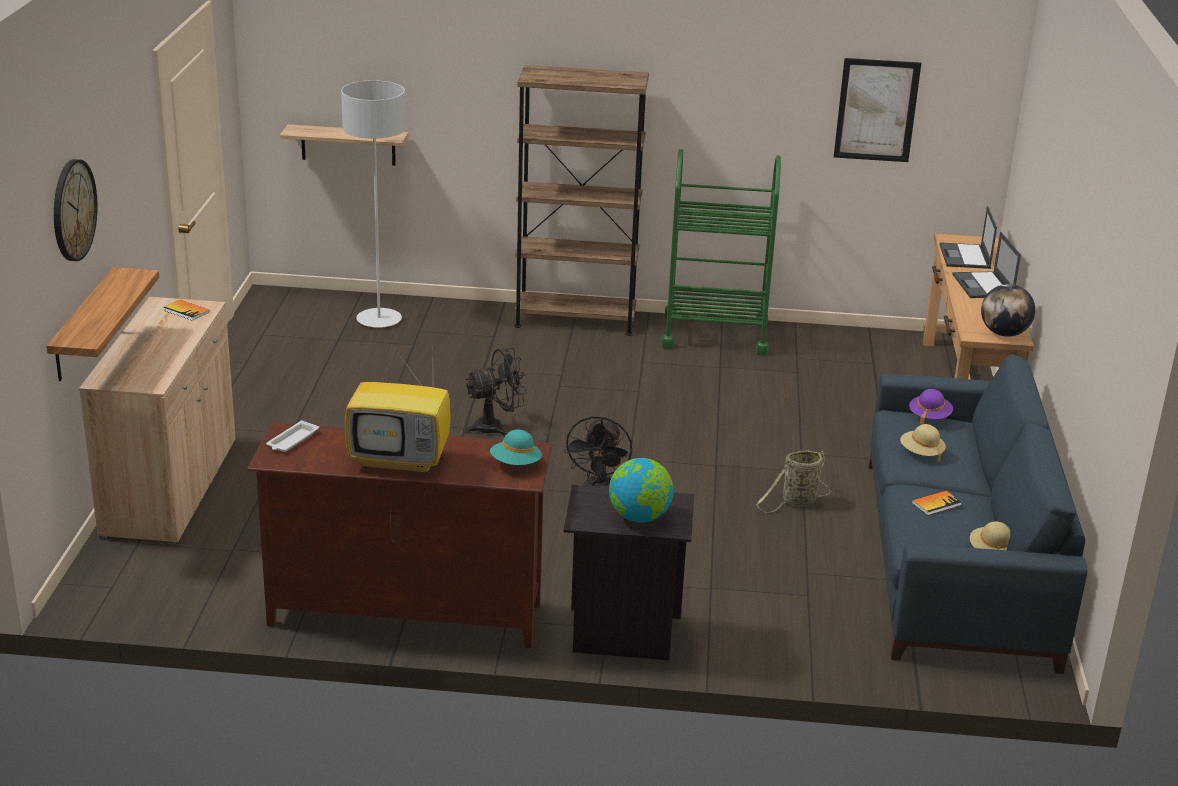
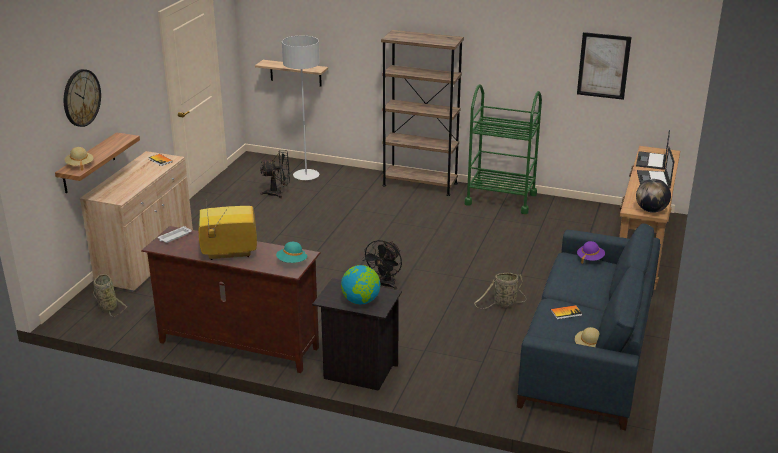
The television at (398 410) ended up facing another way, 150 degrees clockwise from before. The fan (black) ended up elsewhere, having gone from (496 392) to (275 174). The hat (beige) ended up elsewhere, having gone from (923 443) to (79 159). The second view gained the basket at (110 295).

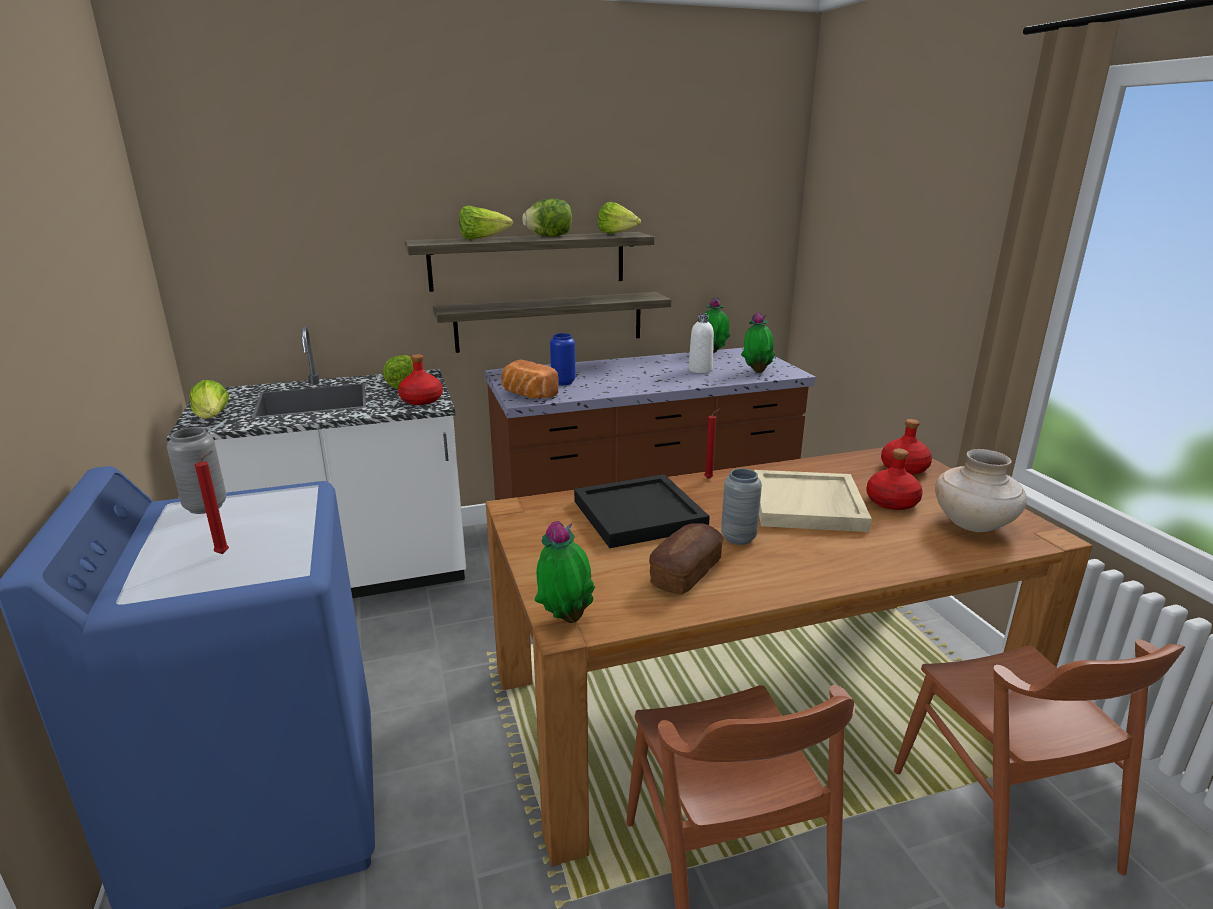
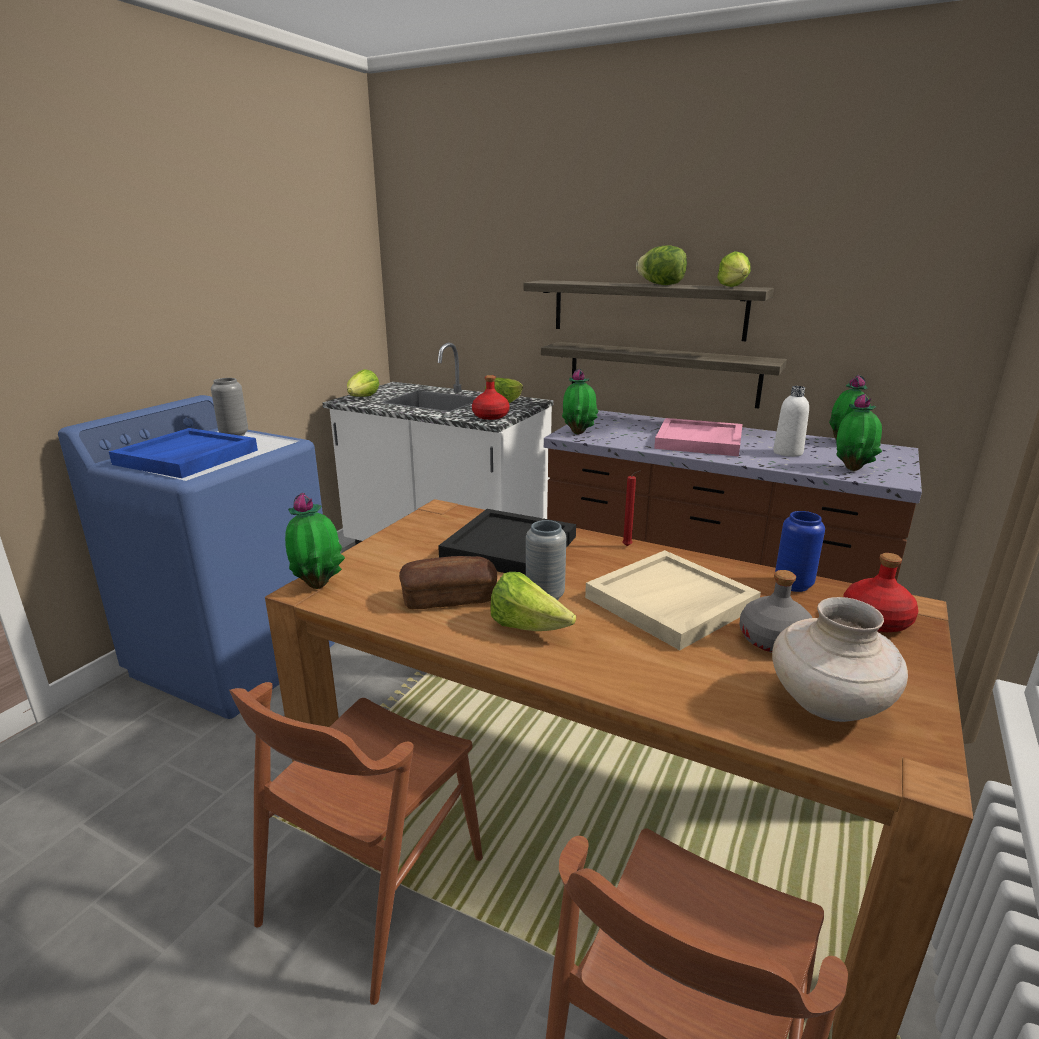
The lettuce ended up elsewhere, having gone from (486 223) to (533 601). The vase (blue) ended up elsewhere, having gone from (563 359) to (800 551). Where the bread stood at (530 379), the potted plant came to stand at (580 401). What was the bottle (red) at (894 479) turned into the bottle (grey) at (775 611). Where the candle (red) stood at (212 502), the tray (blue) came to stand at (183 453). The second view gained the tray (pink) at (698 437).

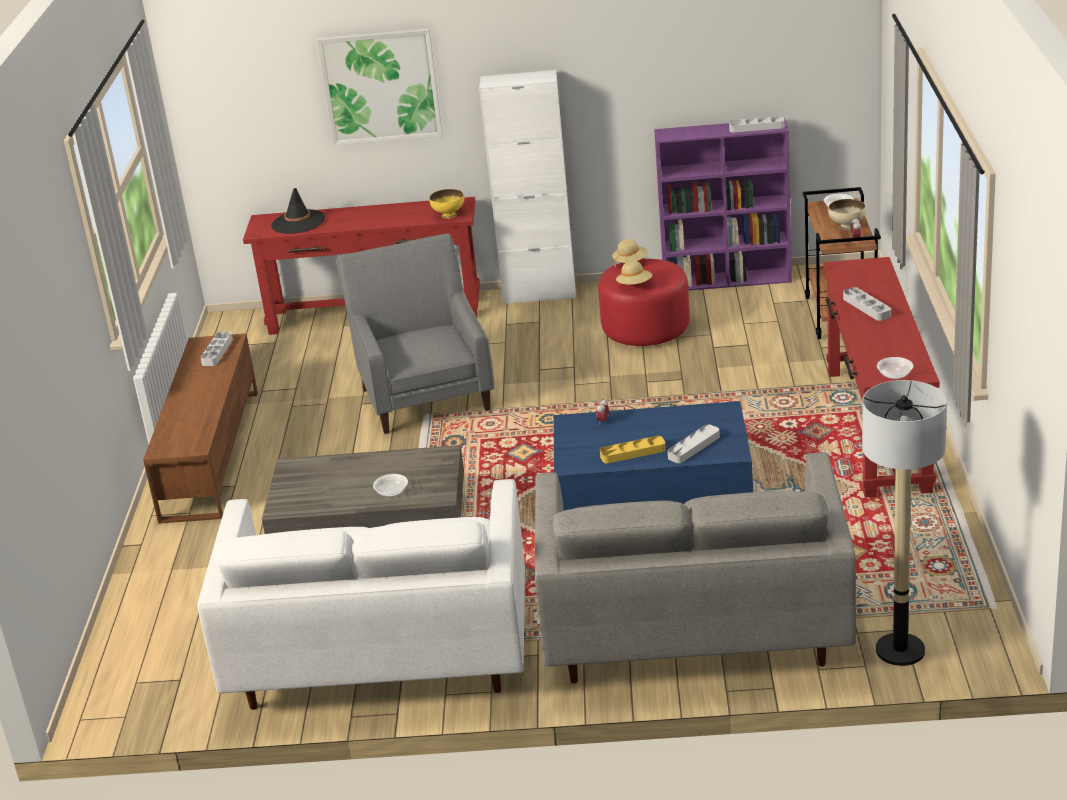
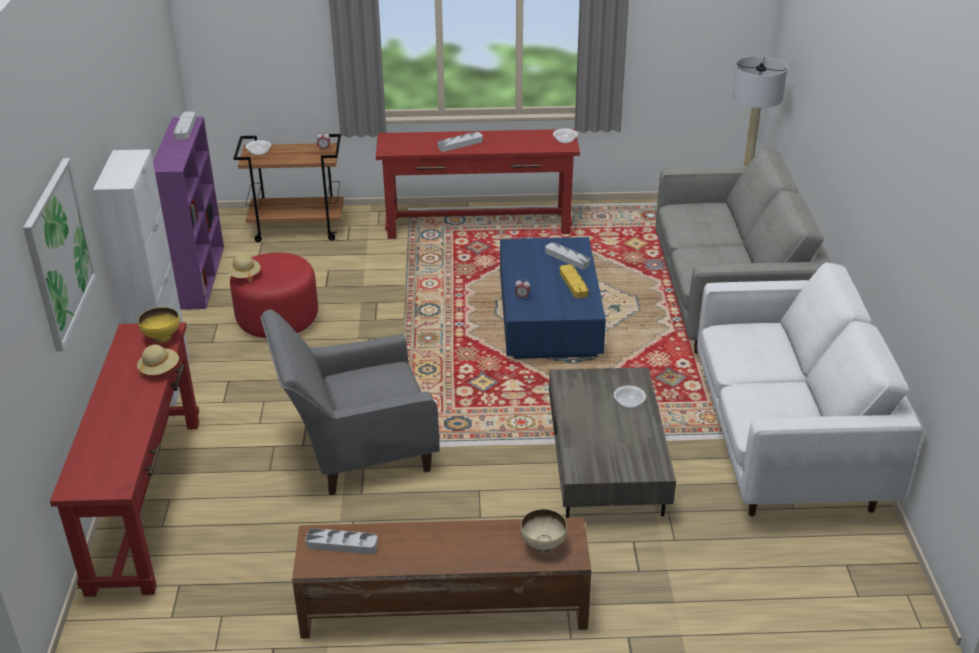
The second view lost the hat (black) at (298 211). The bowl (beige) ended up elsewhere, having gone from (847 214) to (544 531). The hat (beige) ended up elsewhere, having gone from (634 273) to (158 361).

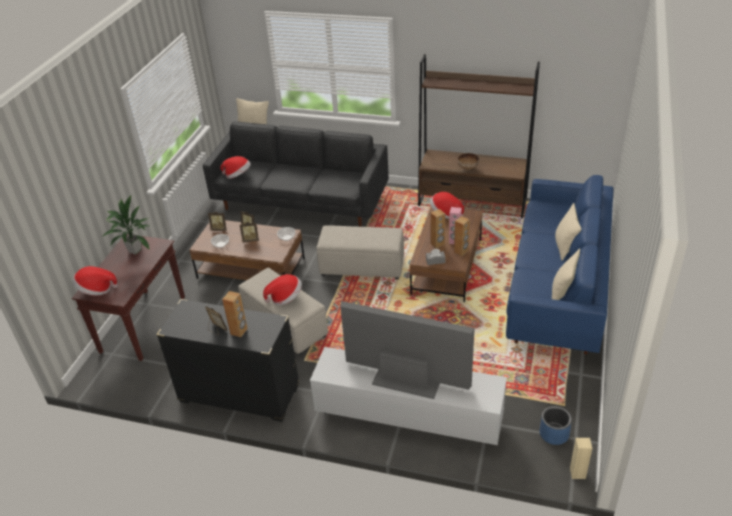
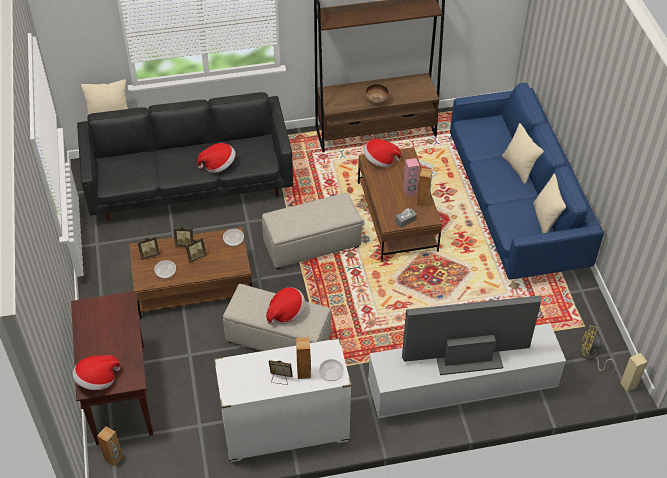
The hat ended up elsewhere, having gone from (235 167) to (216 158). The second view lost the potted plant at (126 225). The speaker (brown) ended up elsewhere, having gone from (437 228) to (110 446). What was the dresser (black) at (227 360) turned into the dresser (white) at (283 400). Where the planter (blue) stood at (556 425), the fan (yellow) came to stand at (598 349). The second view gained the bowl at (331 370).

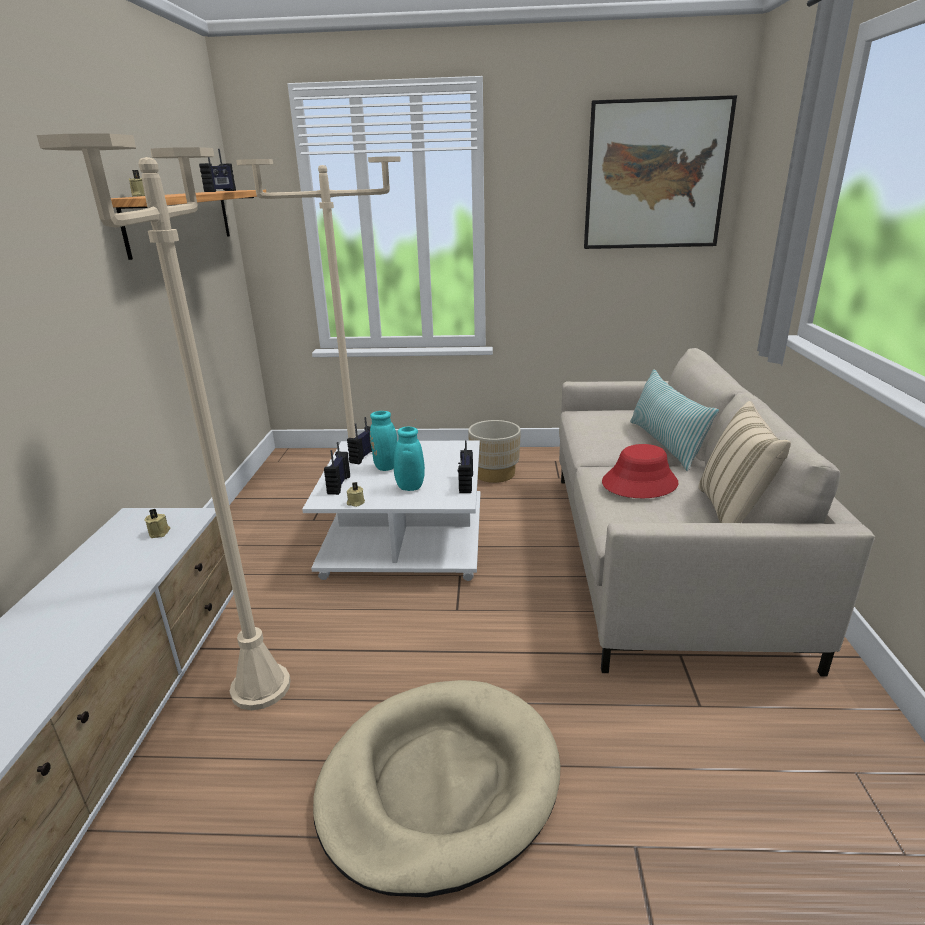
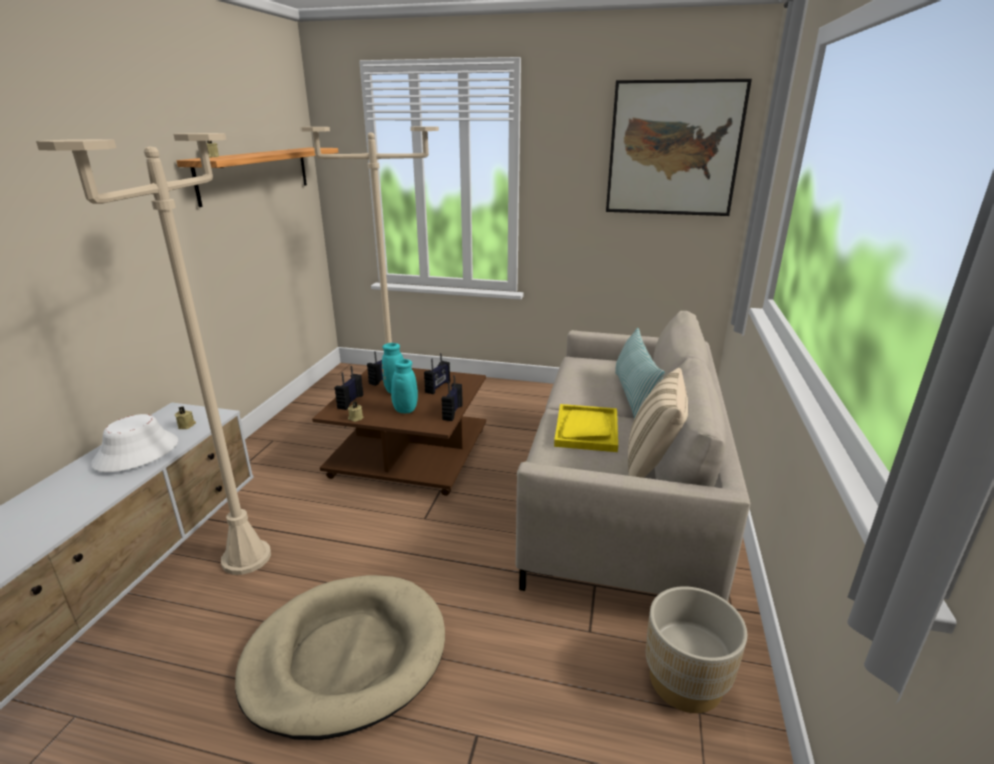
The radio ended up elsewhere, having gone from (217 170) to (437 373). The planter (beige) ended up elsewhere, having gone from (494 451) to (696 649). What was the coffee table (white) at (391 510) turned into the coffee table (brown) at (399 432). Where the hat (red) stood at (640 471), the tray (yellow) came to stand at (586 428). The second view gained the hat (white) at (134 443).

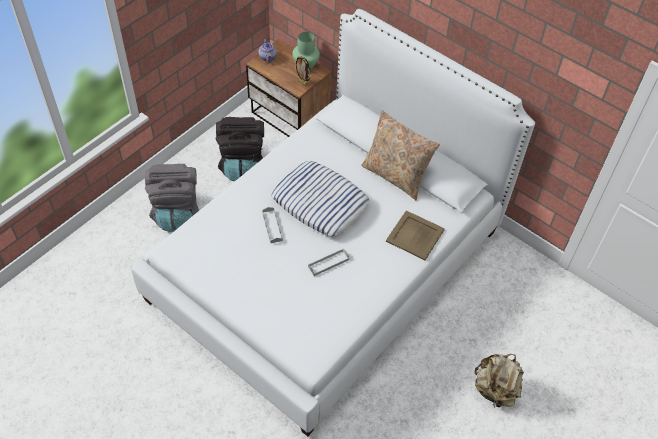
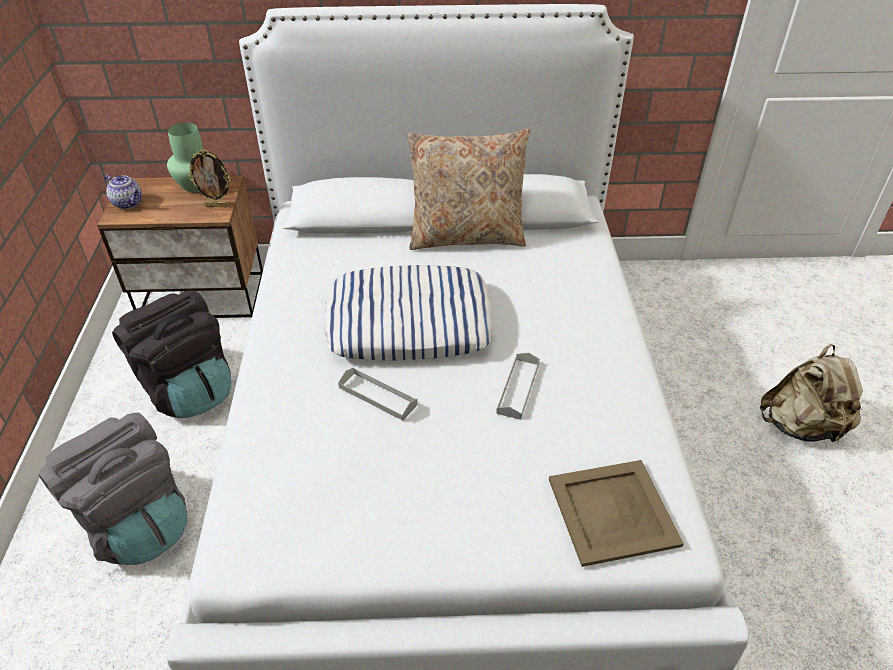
The tray (beige) ended up elsewhere, having gone from (415 235) to (616 513).

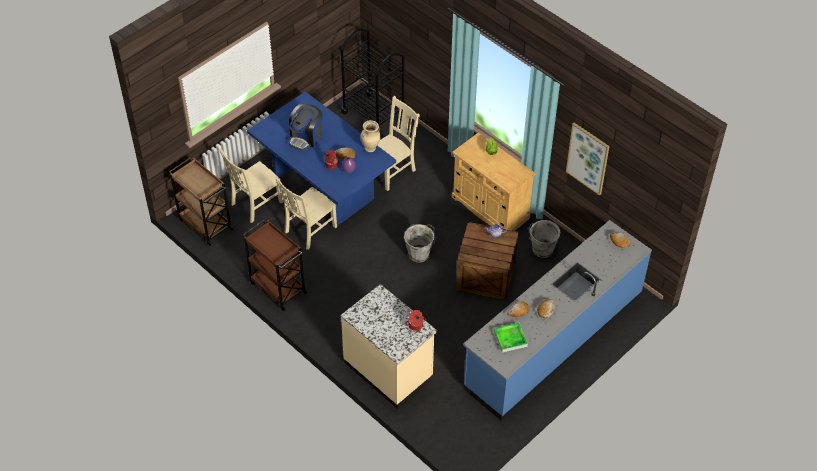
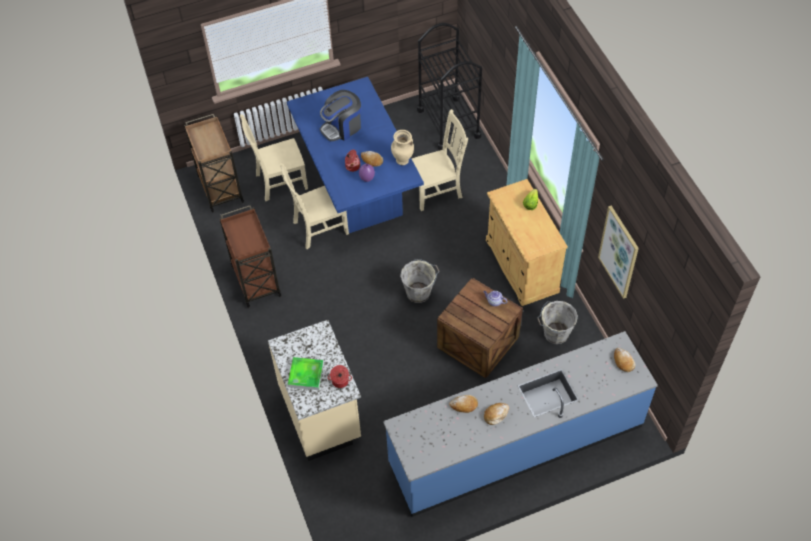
The tray ended up elsewhere, having gone from (511 338) to (306 373).

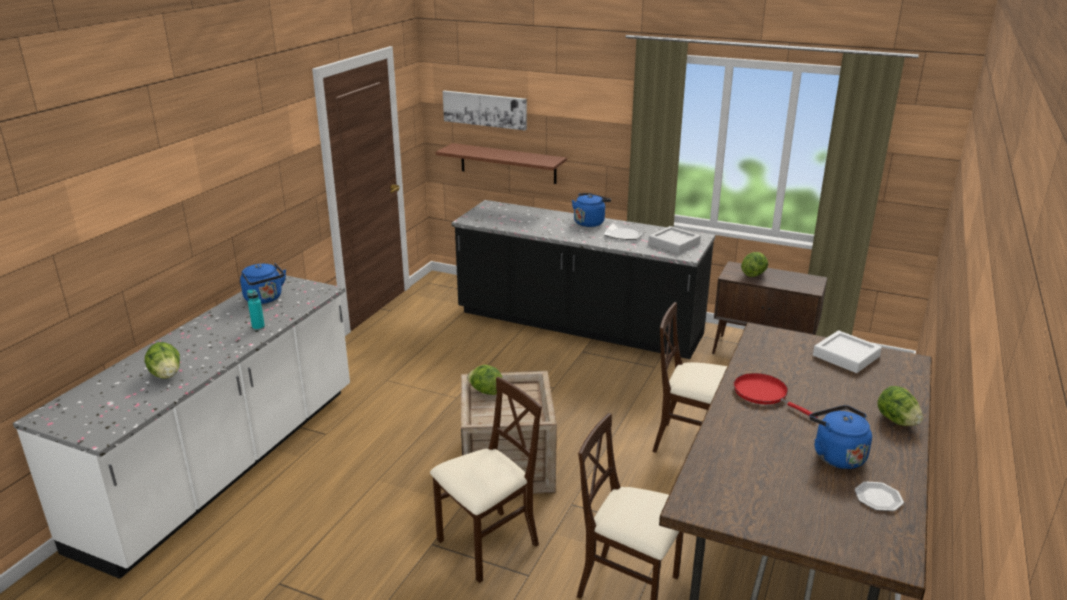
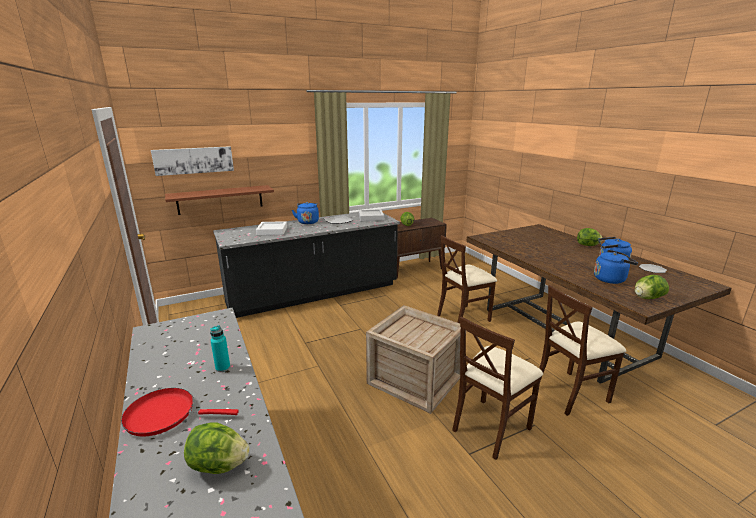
The kettle (blue) ended up elsewhere, having gone from (263 283) to (616 267). The tray (white) ended up elsewhere, having gone from (847 351) to (271 228). The lettuce ended up elsewhere, having gone from (485 380) to (652 287). The frying pan (red) ended up elsewhere, having gone from (776 395) to (180 412). The chair (beige) at (486 480) ended up facing another way, 135 degrees counterclockwise from before.

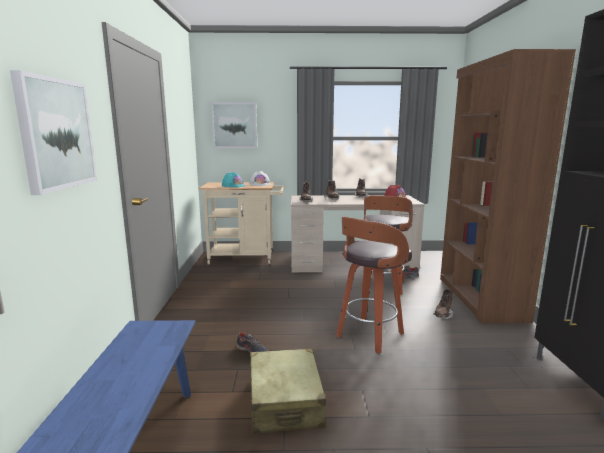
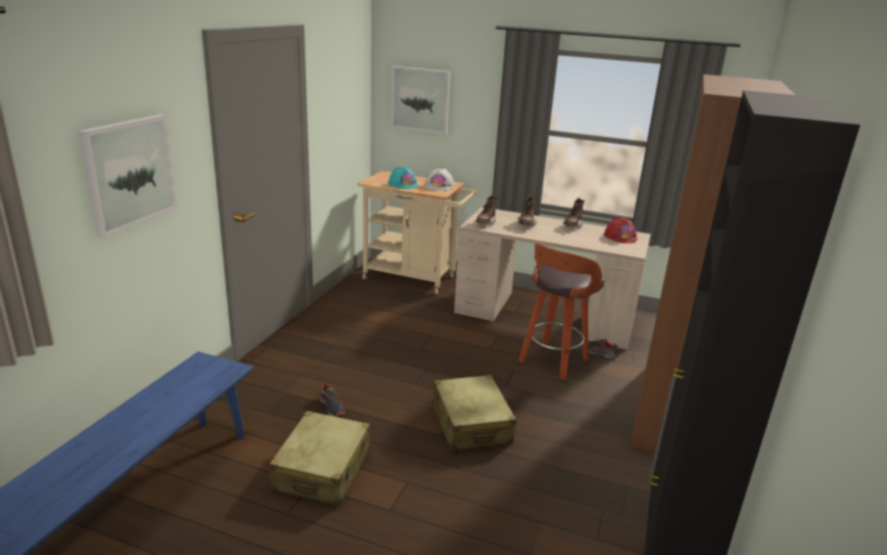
Where the stool stood at (374 285), the suitcase (beige) came to stand at (474 413). The second view lost the boot (brown) at (443 303).

